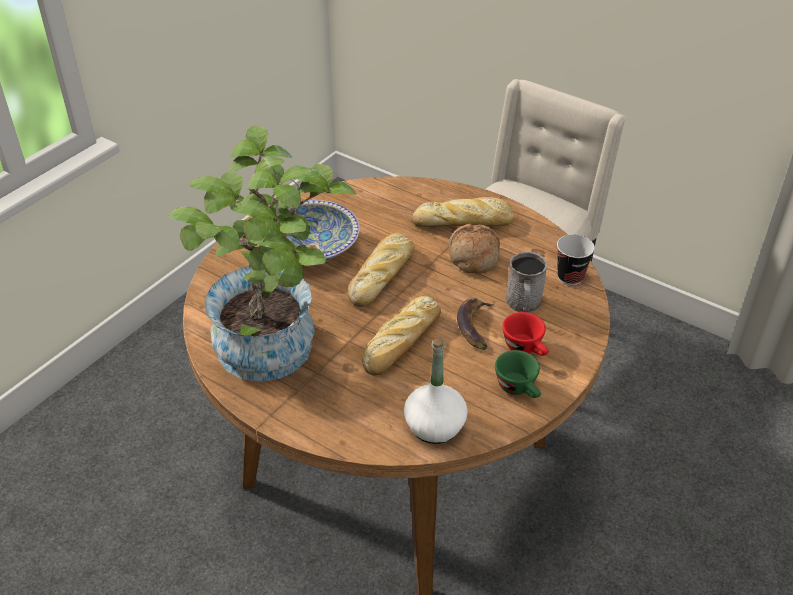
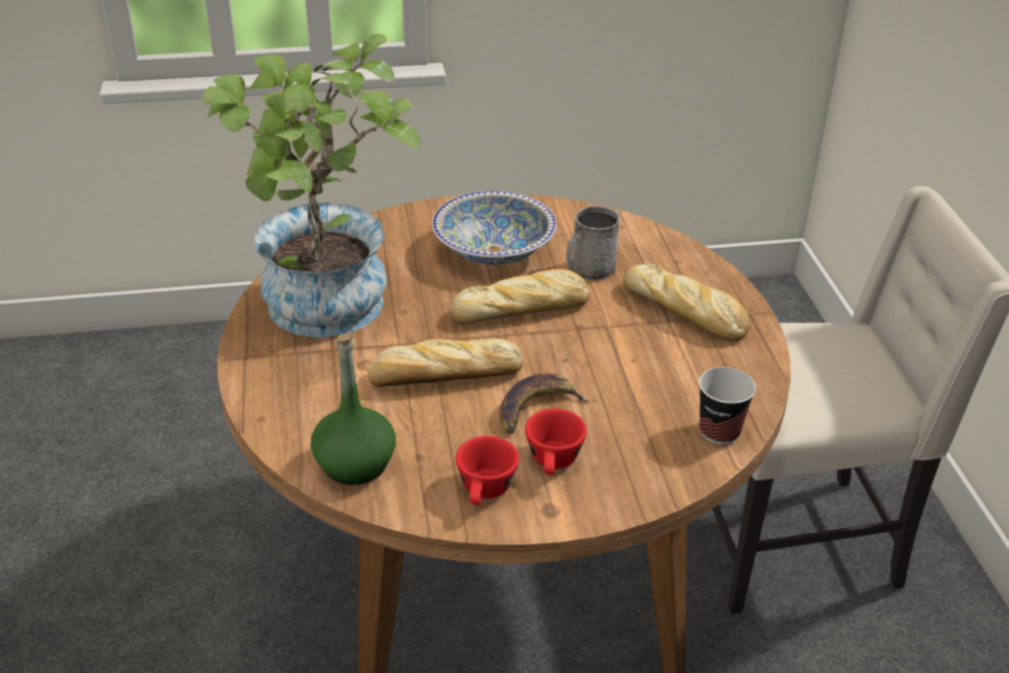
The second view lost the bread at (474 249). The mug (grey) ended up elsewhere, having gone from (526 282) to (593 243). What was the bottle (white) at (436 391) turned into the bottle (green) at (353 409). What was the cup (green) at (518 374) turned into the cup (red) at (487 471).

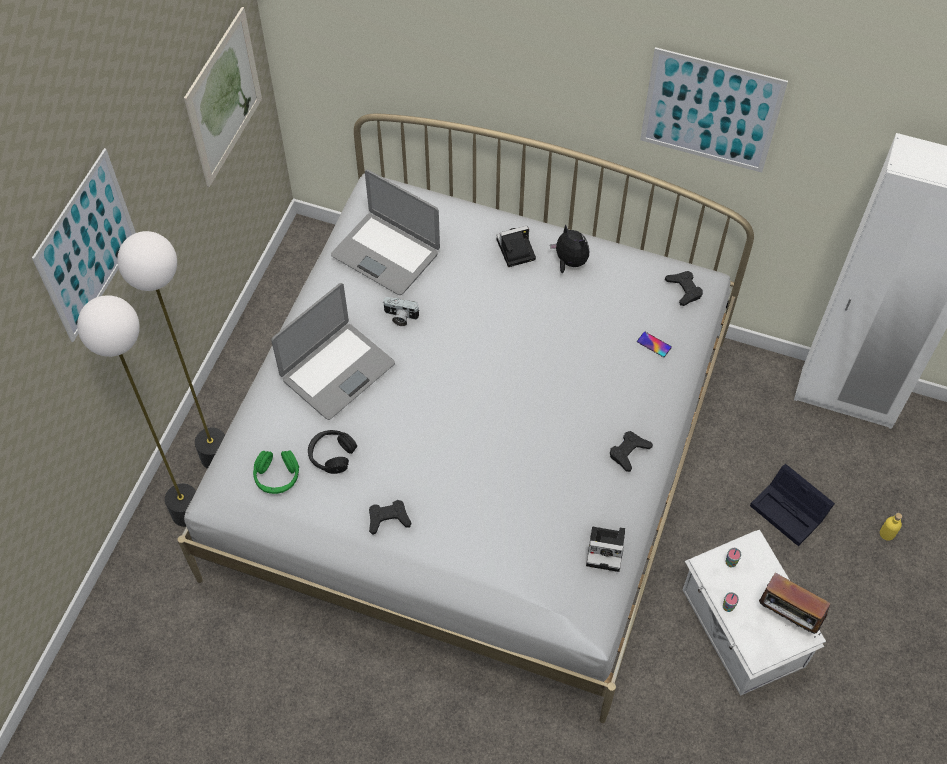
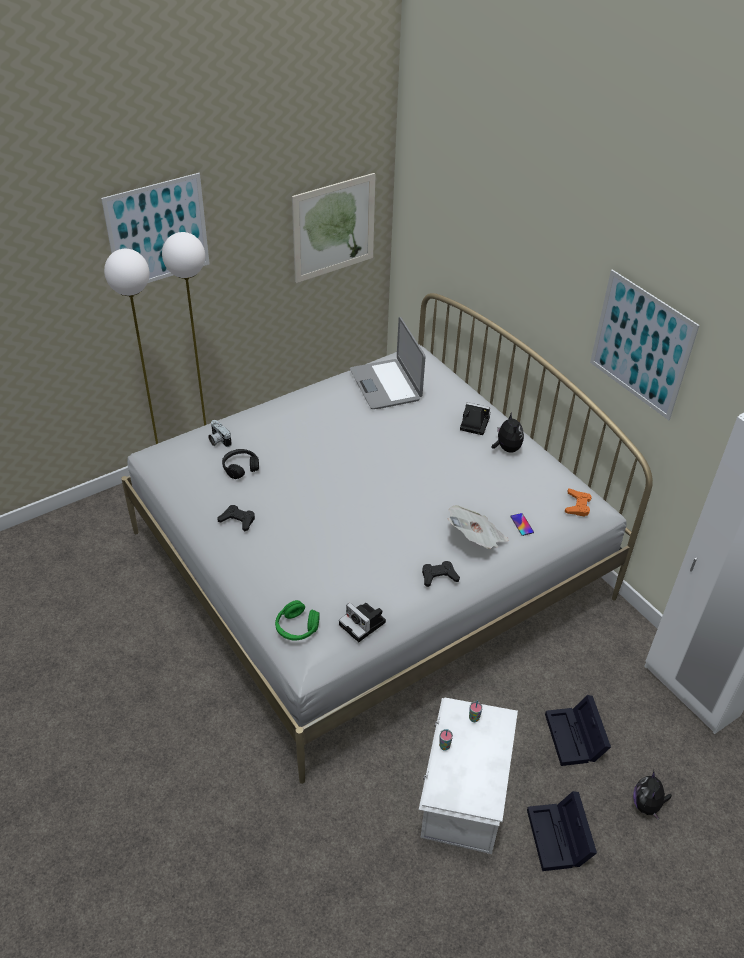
What was the game controller (black) at (684 288) turned into the game controller (orange) at (578 503). The second view lost the laptop at (333 351). The photo camera ended up elsewhere, having gone from (401 311) to (220 433). The headphones (green) ended up elsewhere, having gone from (276 472) to (297 620). Where the bottle (yellow) stood at (891 527), the plush toy came to stand at (652 795). The second view lost the radio at (795 605). The second view gained the newspaper at (477 527). The second view gained the storage box (black) at (562 831).

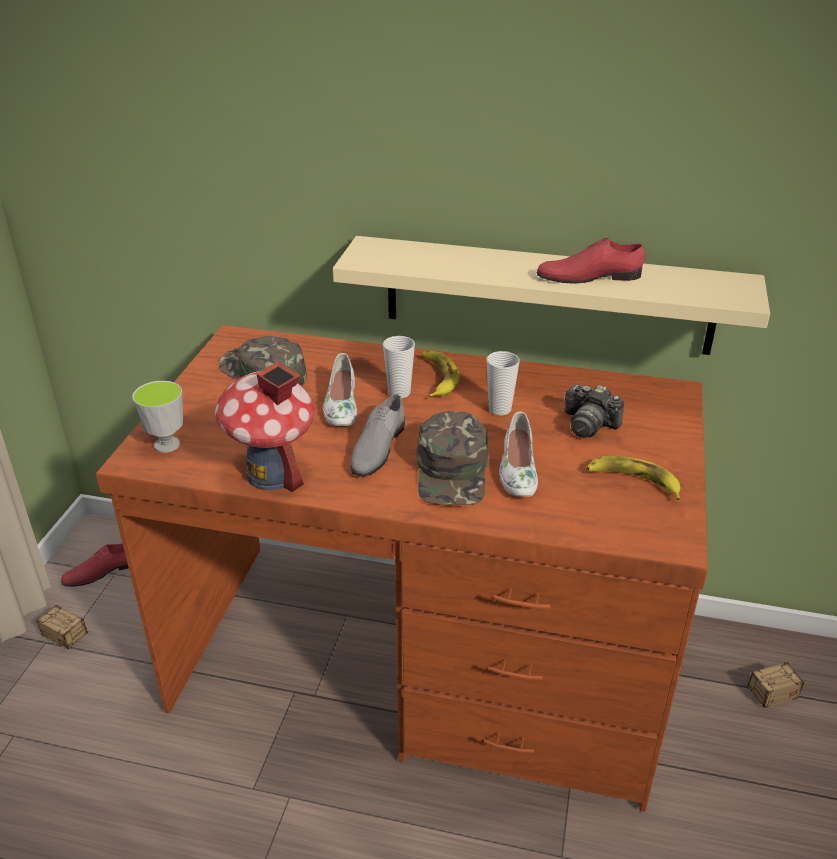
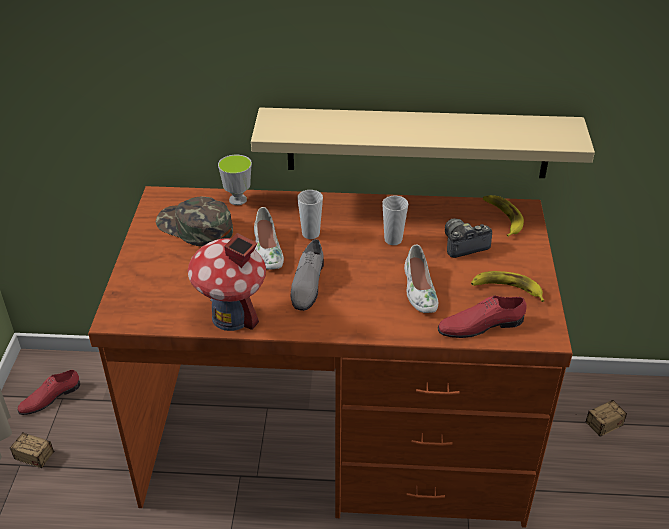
The shoe (red) ended up elsewhere, having gone from (591 261) to (482 317). The banana ended up elsewhere, having gone from (441 374) to (503 216). The cup ended up elsewhere, having gone from (157 417) to (235 180). The photo camera at (594 411) ended up facing another way, 135 degrees clockwise from before. The second view lost the cap (green) at (452 458).

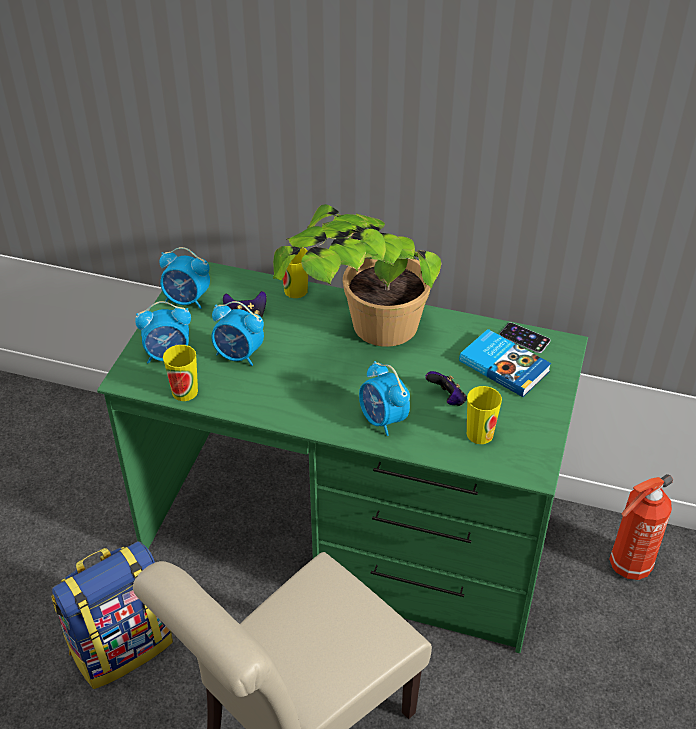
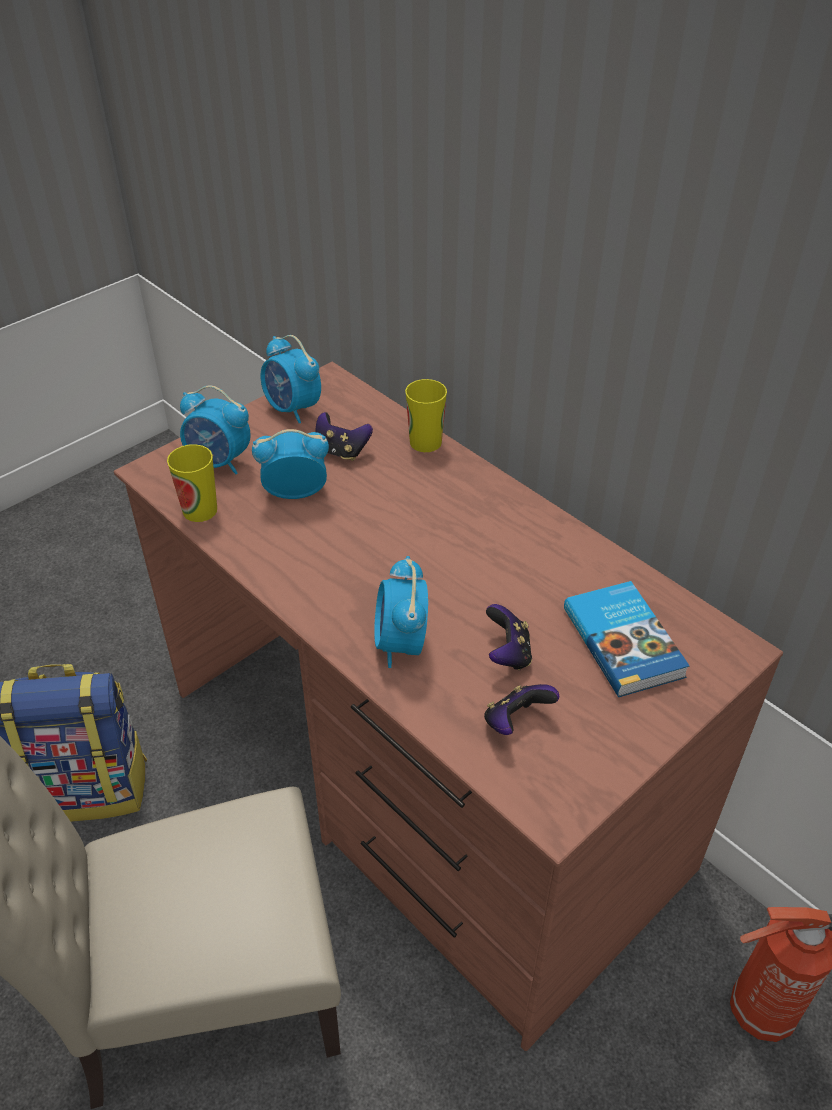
The second view lost the potted plant at (357 275). What was the desk (green) at (342 457) turned into the desk (brown) at (448 706). The alarm clock at (237 333) ended up facing another way, 120 degrees clockwise from before. The second view lost the phone at (524 337). Where the cup stood at (484 415), the game controller came to stand at (521 709).

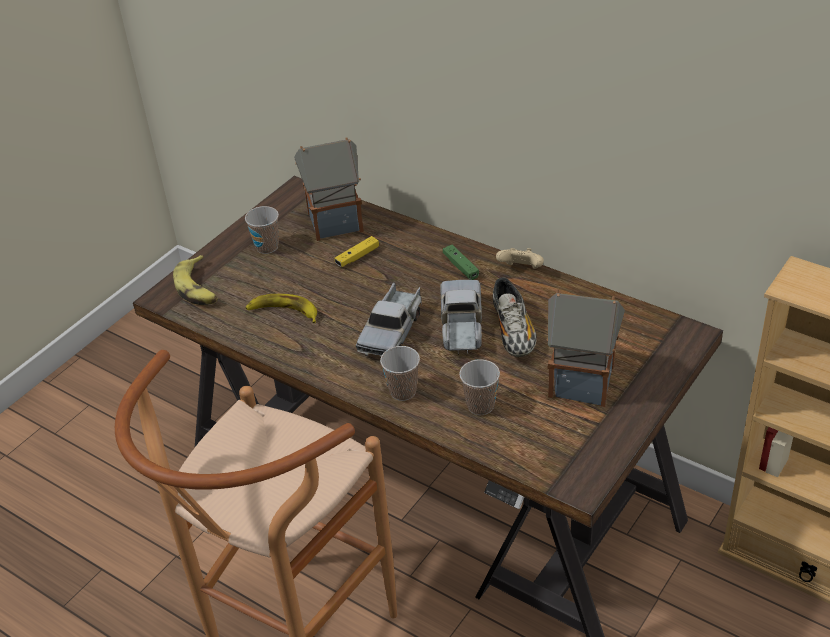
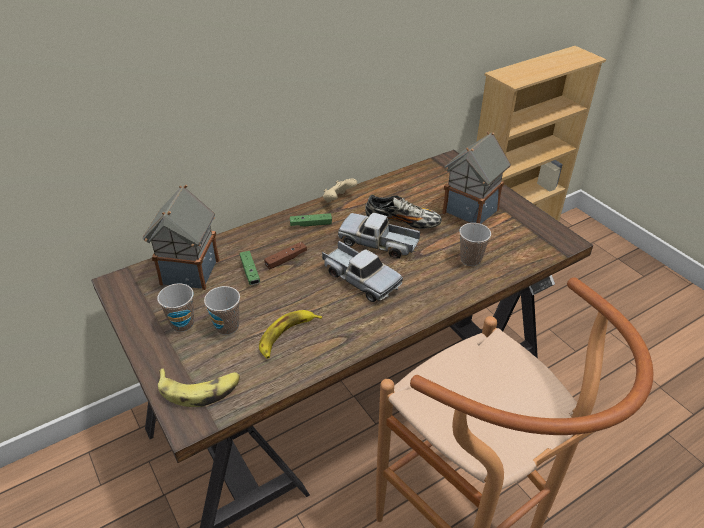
What was the game controller (yellow) at (357 251) turned into the game controller (green) at (250 268). The cup ended up elsewhere, having gone from (400 373) to (222 310). The second view gained the game controller (brown) at (285 255).

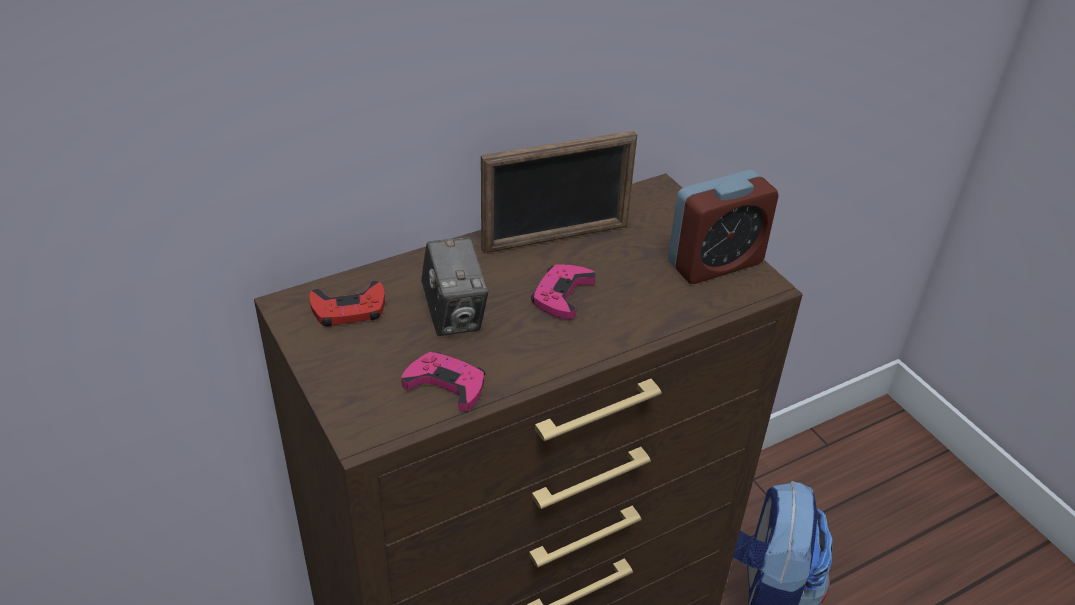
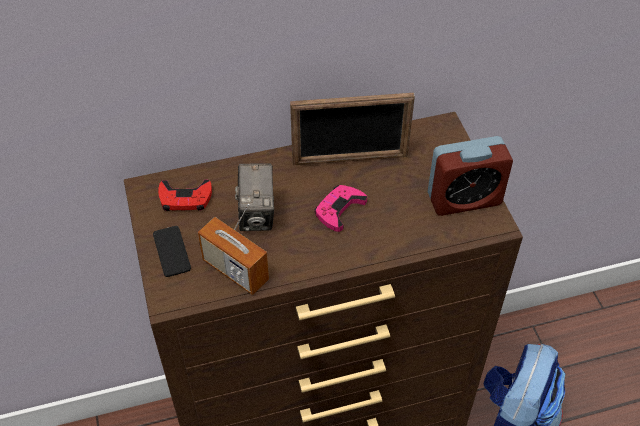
Where the game controller (pink) stood at (443 381), the radio came to stand at (233 249). The second view gained the phone at (172 251).

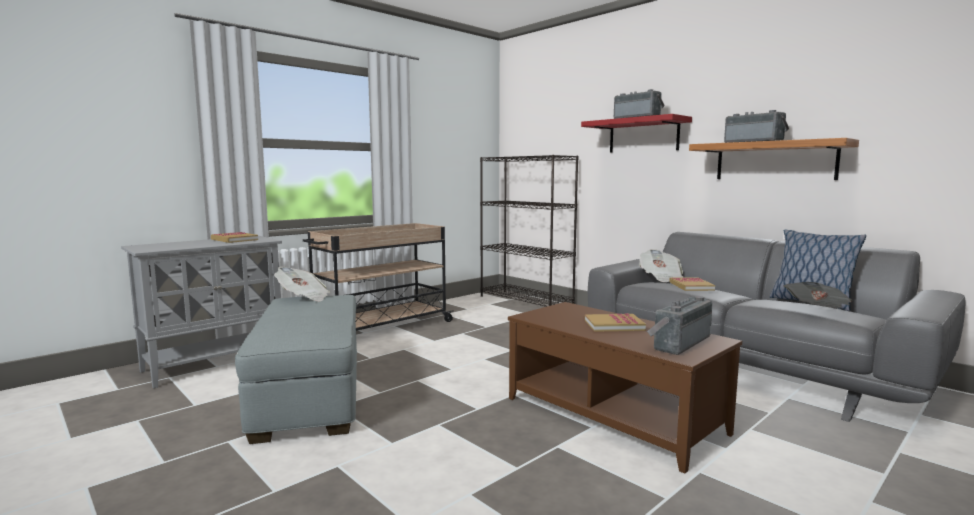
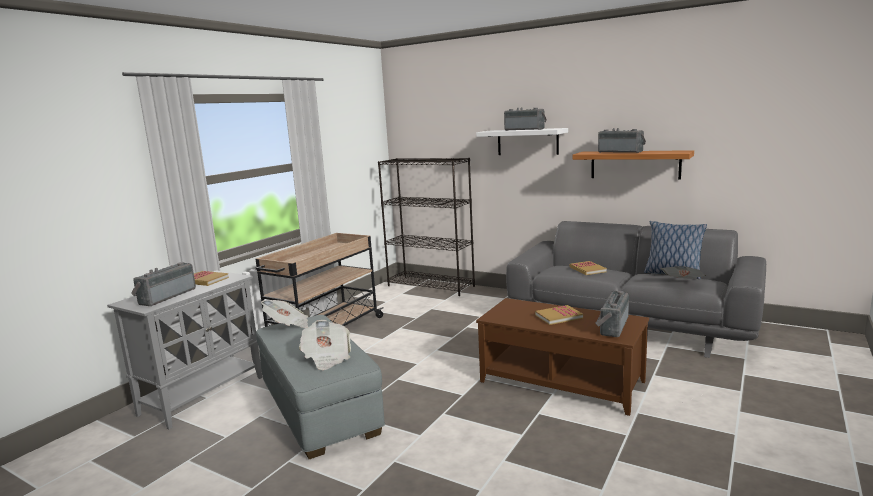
What was the shelf (red) at (636 133) turned into the shelf (white) at (522 141). The newspaper ended up elsewhere, having gone from (661 265) to (325 345). The second view gained the radio at (163 284).

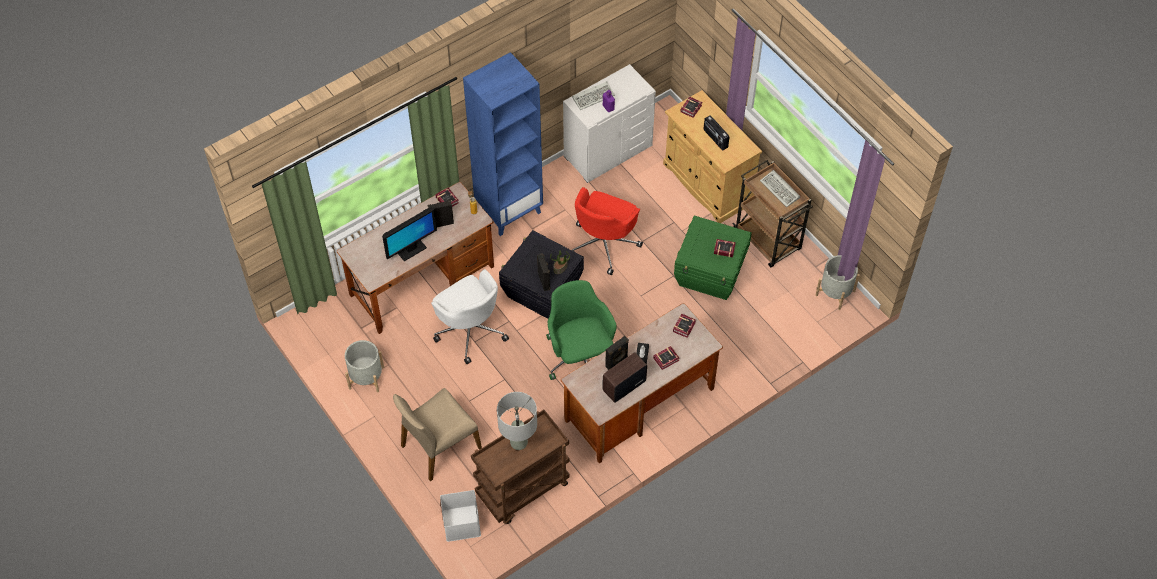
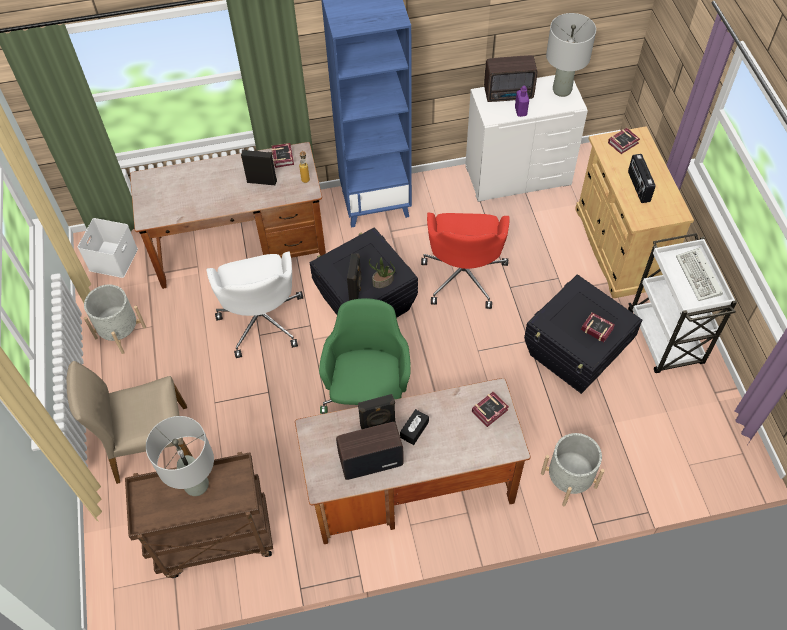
Where the keyboard stood at (593 95), the radio came to stand at (511 78). What was the cart (brown) at (772 213) turned into the cart (white) at (682 303). The office chair (red) at (607 231) ended up facing another way, 45 degrees counterclockwise from before. The second view lost the monitor at (409 234). What was the storage box (green) at (713 258) turned into the storage box (black) at (583 334). The planter (grey) ended up elsewhere, having gone from (837 282) to (573 469). The second view lost the book at (666 358). The storage box (white) ended up elsewhere, having gone from (460 516) to (108 248). The second view gained the table lamp (grey) at (571 55).

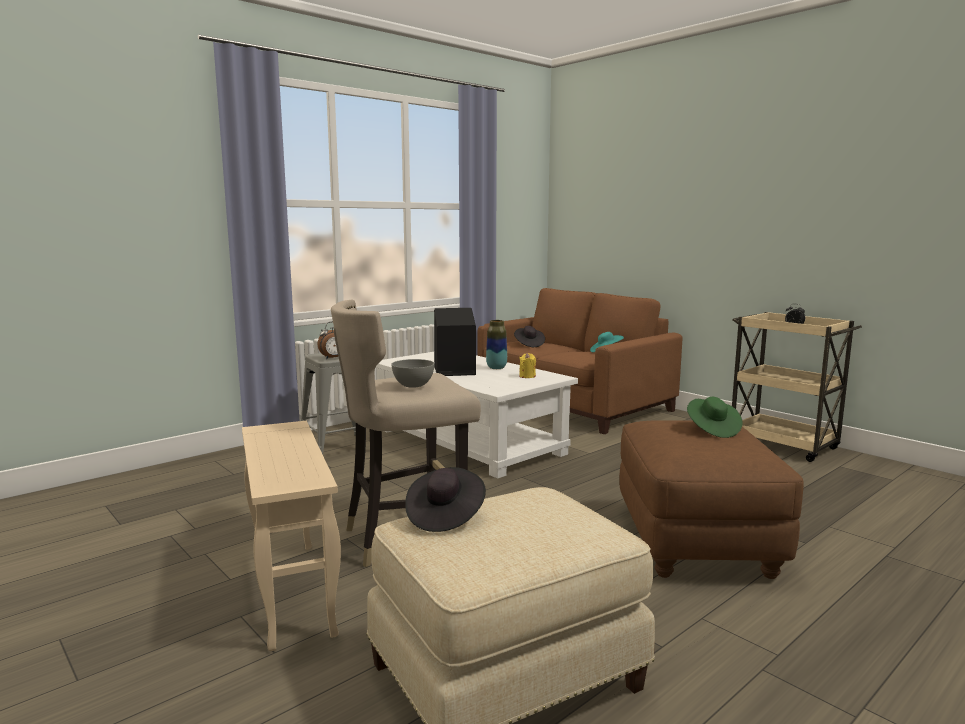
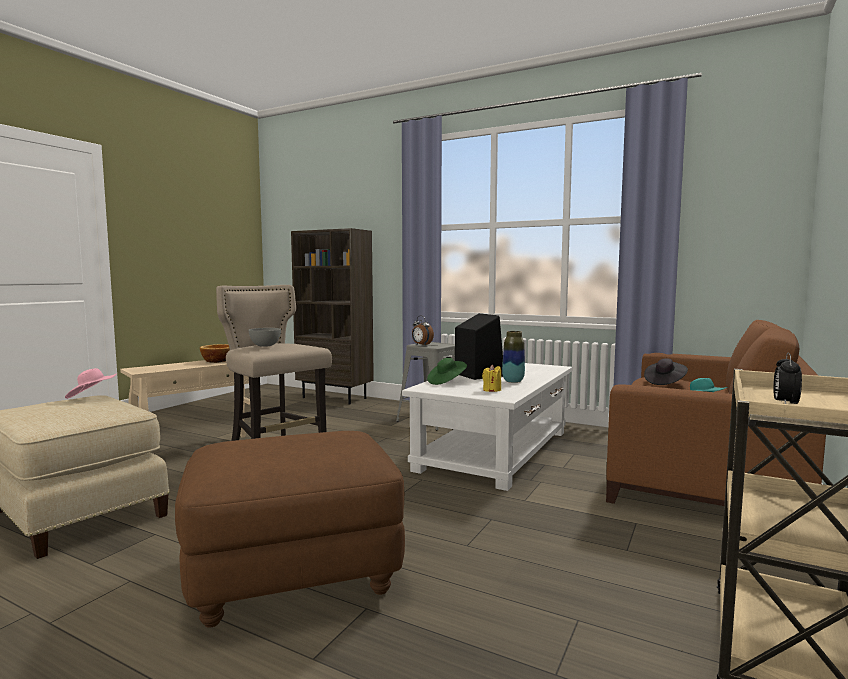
The hat (green) ended up elsewhere, having gone from (715 417) to (447 371). What was the hat (black) at (445 499) turned into the hat (pink) at (91 383). The second view gained the bookcase (brown) at (332 316). The second view gained the bowl at (215 353).

